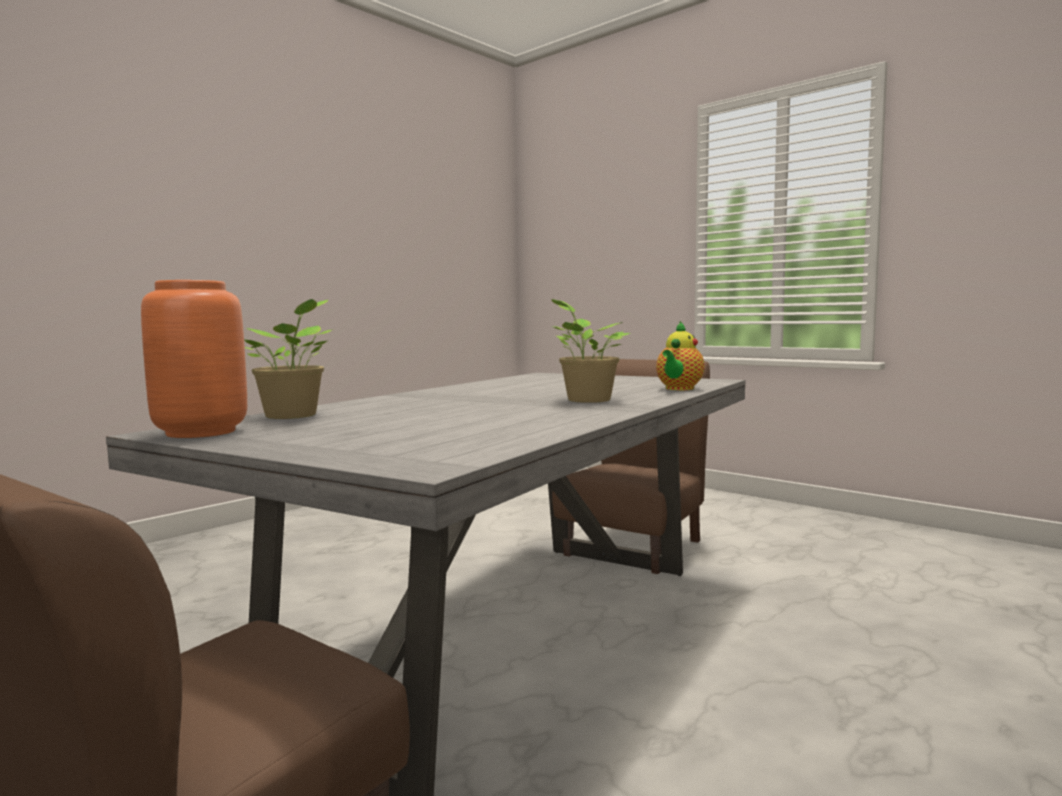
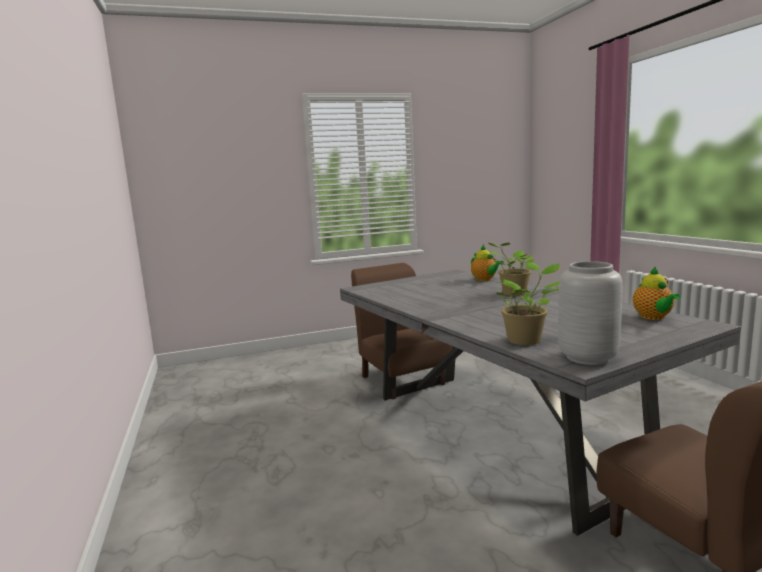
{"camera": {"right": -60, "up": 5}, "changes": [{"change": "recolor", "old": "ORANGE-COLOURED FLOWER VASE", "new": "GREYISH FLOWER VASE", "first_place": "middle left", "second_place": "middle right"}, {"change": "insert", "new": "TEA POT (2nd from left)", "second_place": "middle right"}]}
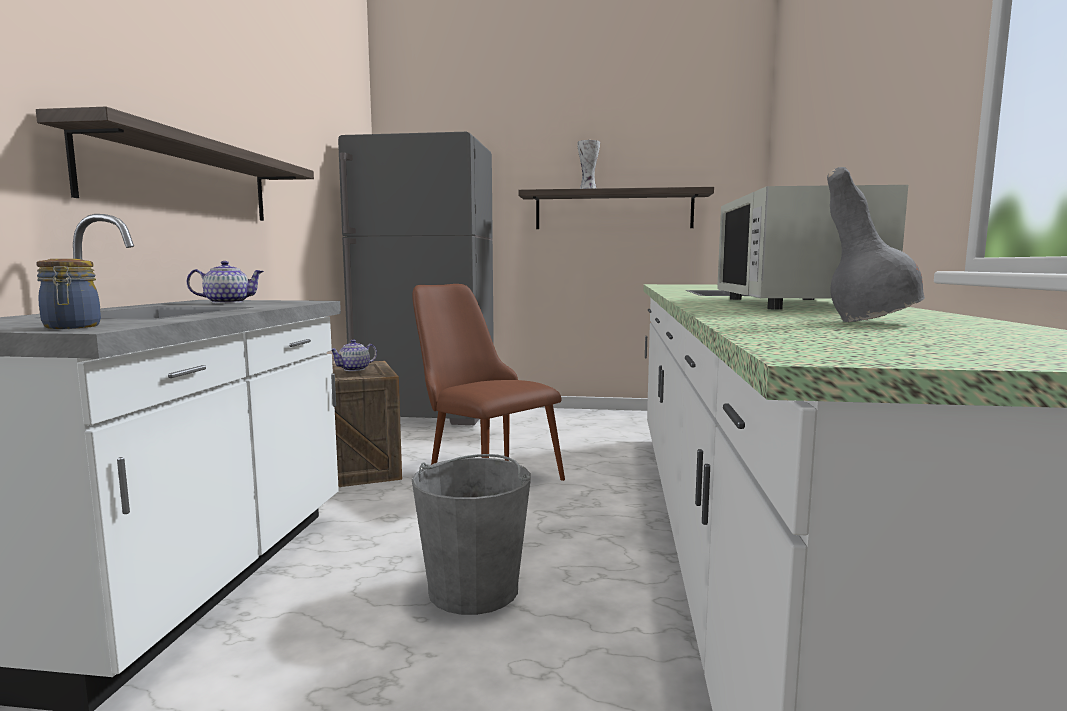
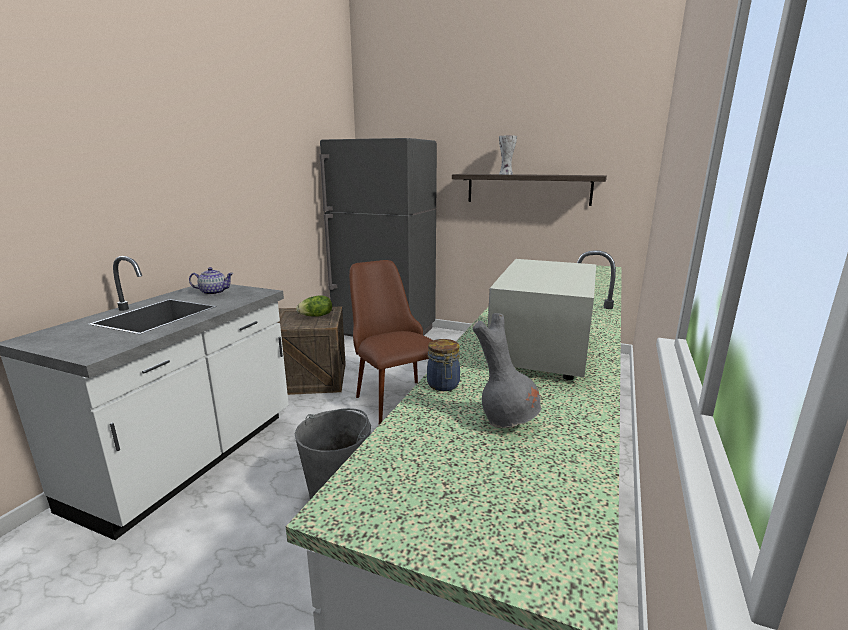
{"camera": {"right": 15, "up": 10}, "changes": [{"change": "replace", "old": "TEA POT (2nd from left)", "new": "LETTUCE", "first_place": "middle left", "second_place": "centre"}, {"change": "move", "old": "JAR", "first_place": "middle left", "second_place": "centre"}, {"change": "delete", "old": "BRACKET SHELF (1st from left)", "first_place": "top left"}]}
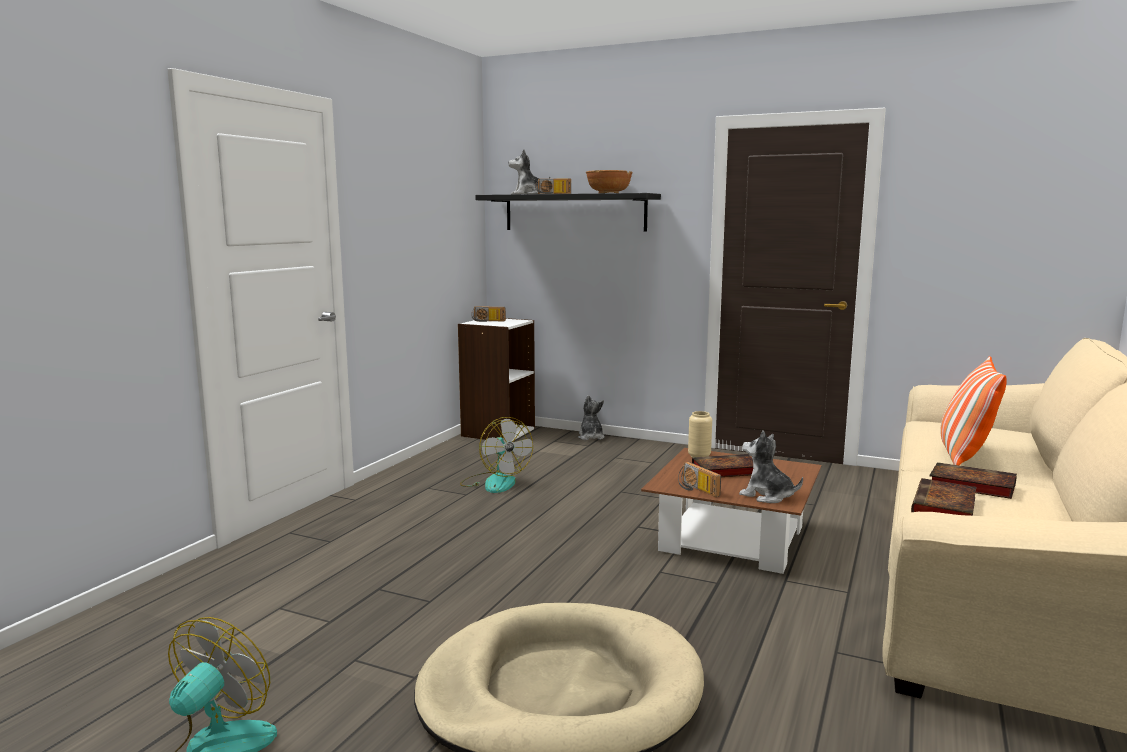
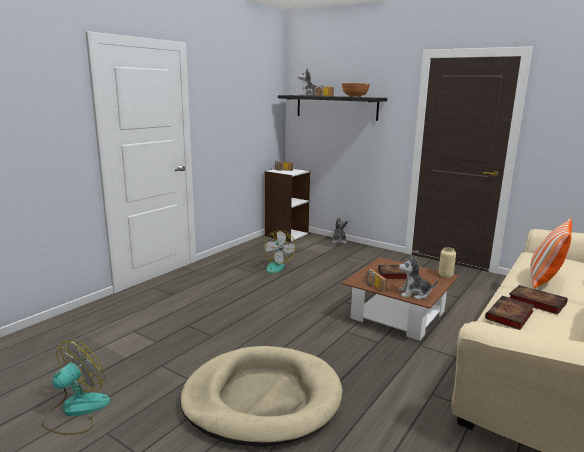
{"camera": {"right": 10, "up": 5}, "changes": [{"change": "rotate", "old": "PLUSH TOY (3rd from left)", "first_place": "middle right", "second_place": "middle right", "degrees": -45}, {"change": "move", "old": "SAND-COLOURED FLOWER VASE", "first_place": "centre", "second_place": "middle right"}]}
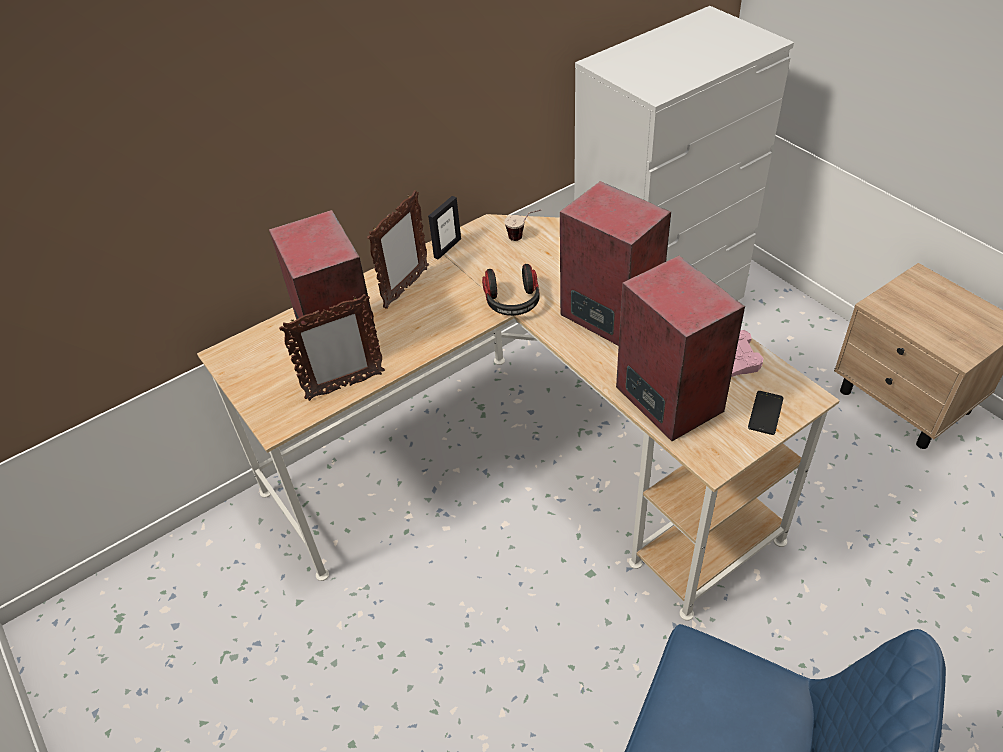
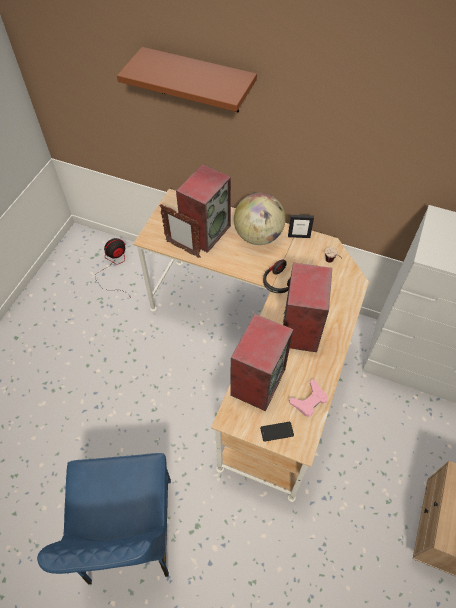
{"camera": {"right": 55, "up": 10}, "changes": [{"change": "insert", "new": "FAN", "second_place": "middle left"}, {"change": "insert", "new": "BROWN BRACKET SHELF", "second_place": "top centre"}, {"change": "replace", "old": "PHOTO FRAME (2nd from left)", "new": "WORLD GLOBE", "first_place": "top centre", "second_place": "centre"}]}
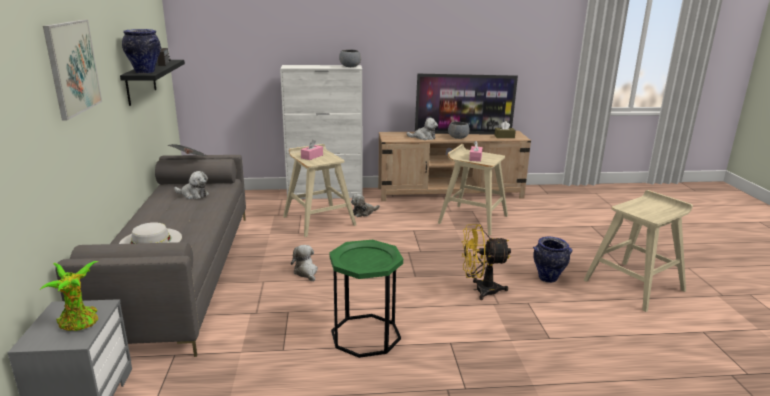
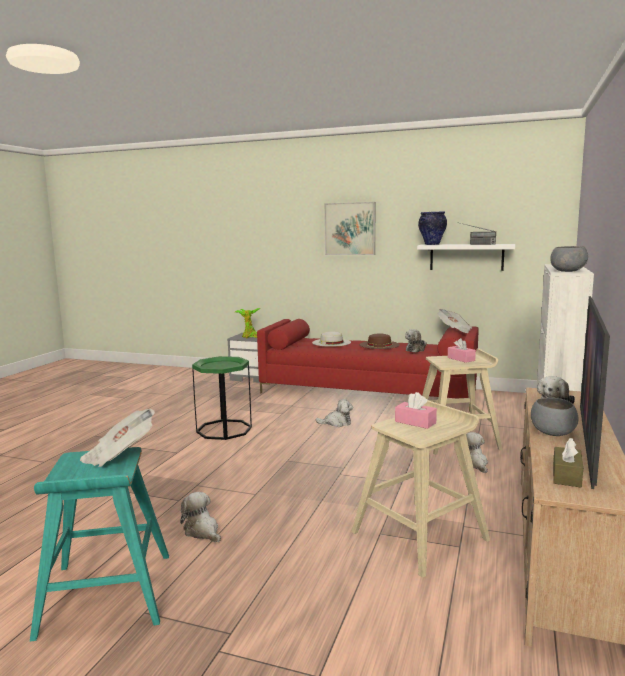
{"camera": {"right": 115, "up": -10}, "changes": [{"change": "recolor", "old": "SAND-COLOURED STOOL (3rd from left)", "new": "TURQUOISE STOOL", "first_place": "middle right", "second_place": "bottom left"}, {"change": "insert", "new": "DAILY PAPER (1st from left)", "second_place": "middle left"}, {"change": "replace", "old": "FLOWER VASE (2nd from left)", "new": "PLUSH TOY (1st from left)", "first_place": "middle right", "second_place": "bottom left"}, {"change": "recolor", "old": "GREYISH SETTEE", "new": "RED SETTEE", "first_place": "middle left", "second_place": "centre"}, {"change": "insert", "new": "BROWN CLOTHING HAT", "second_place": "centre"}, {"change": "recolor", "old": "BLACK-COLOURED BRACKET SHELF", "new": "WHITISH BRACKET SHELF", "first_place": "top left", "second_place": "middle right"}, {"change": "delete", "old": "YELLOWISH FAN", "first_place": "centre"}]}
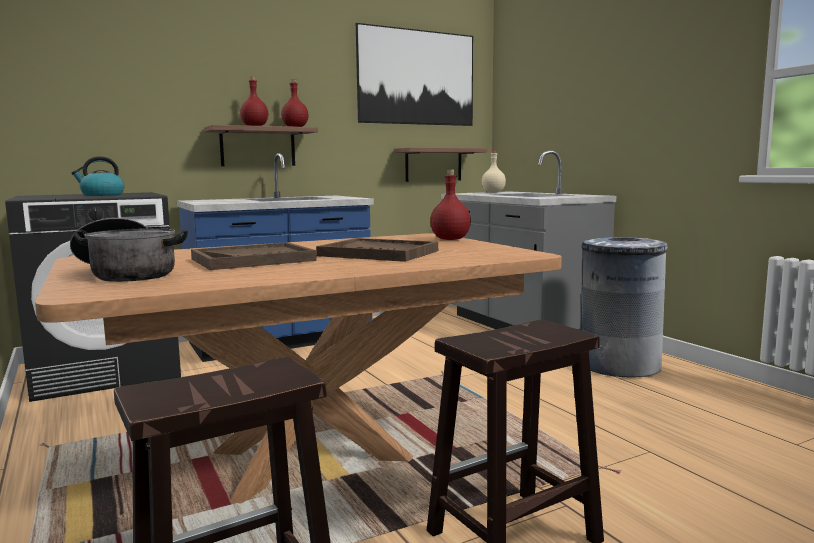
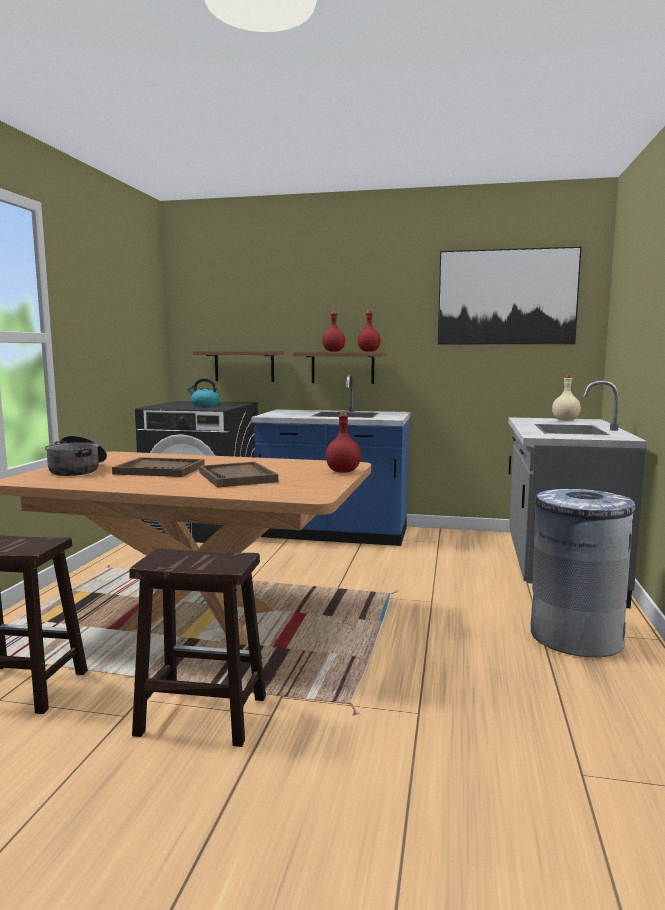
{"camera": {"right": 40, "up": 0}, "changes": [{"change": "move", "old": "BRACKET SHELF (2nd from left in the first image)", "new": "BRACKET SHELF (1st from left)", "first_place": "top centre", "second_place": "centre"}]}
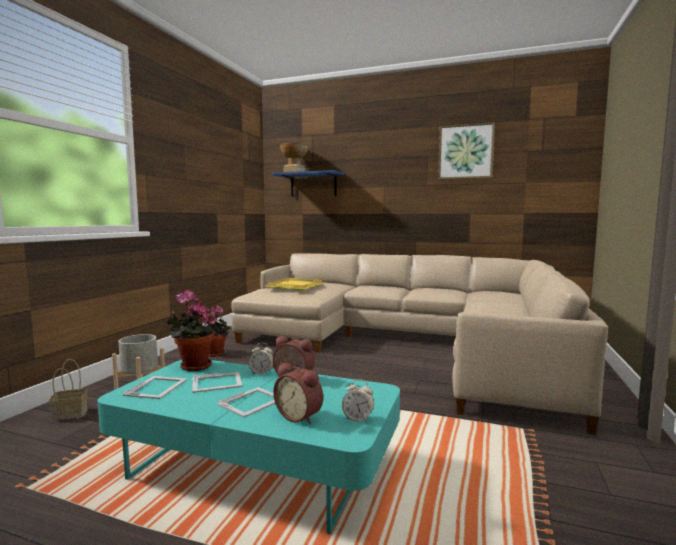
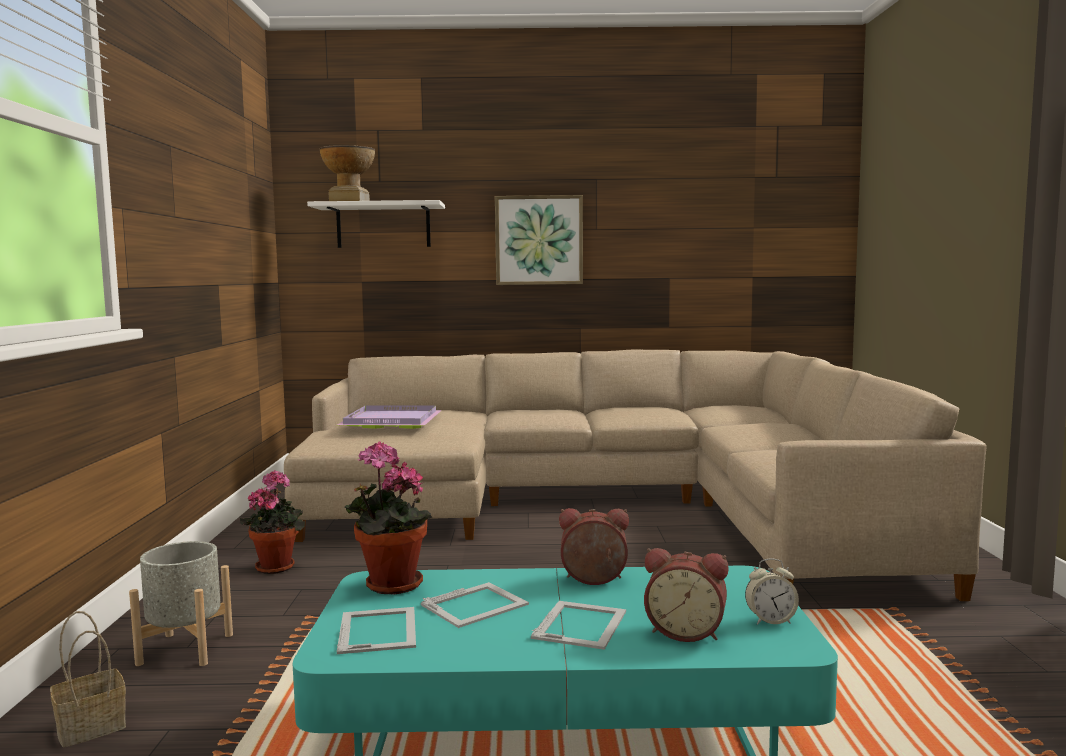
{"camera": {"right": -20, "up": 0}, "changes": [{"change": "recolor", "old": "BLUE-COLOURED BRACKET SHELF", "new": "WHITISH BRACKET SHELF", "first_place": "centre", "second_place": "top centre"}, {"change": "recolor", "old": "YELLOWISH CARRYING TRAY", "new": "PURPLISH CARRYING TRAY", "first_place": "centre", "second_place": "centre"}, {"change": "move", "old": "WALL ART", "first_place": "top right", "second_place": "top centre"}, {"change": "delete", "old": "TABLE CLOCK (1st from left)", "first_place": "centre"}]}
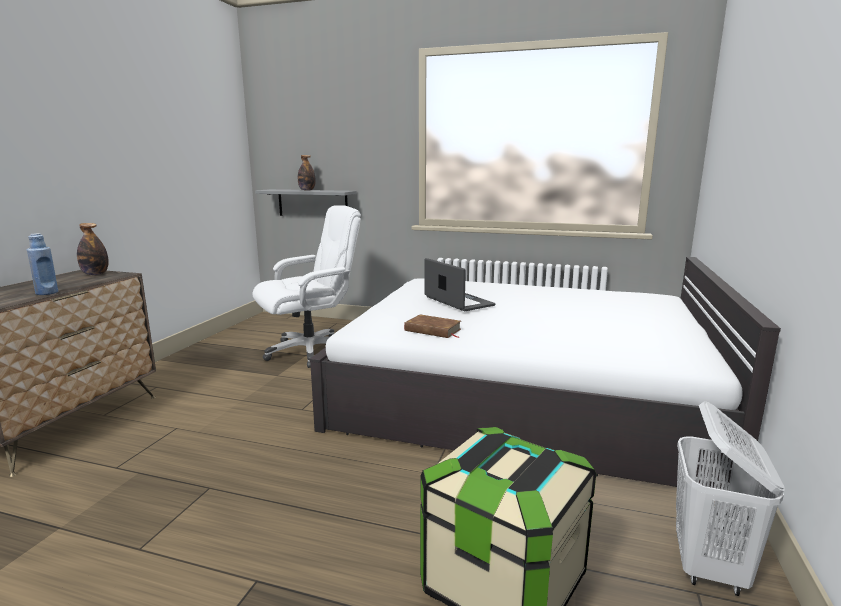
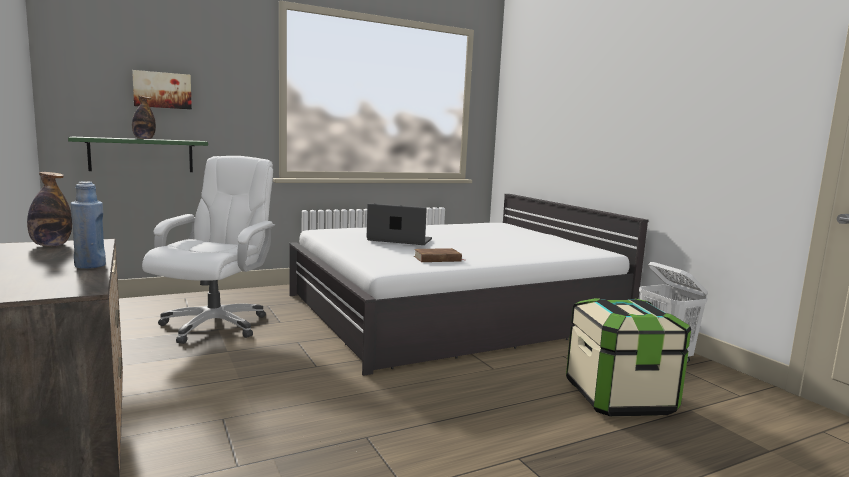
{"camera": {"right": -45, "up": -5}, "changes": [{"change": "recolor", "old": "GREYISH BRACKET SHELF", "new": "GREEN BRACKET SHELF", "first_place": "centre", "second_place": "top left"}, {"change": "insert", "new": "WALL ART", "second_place": "top left"}]}
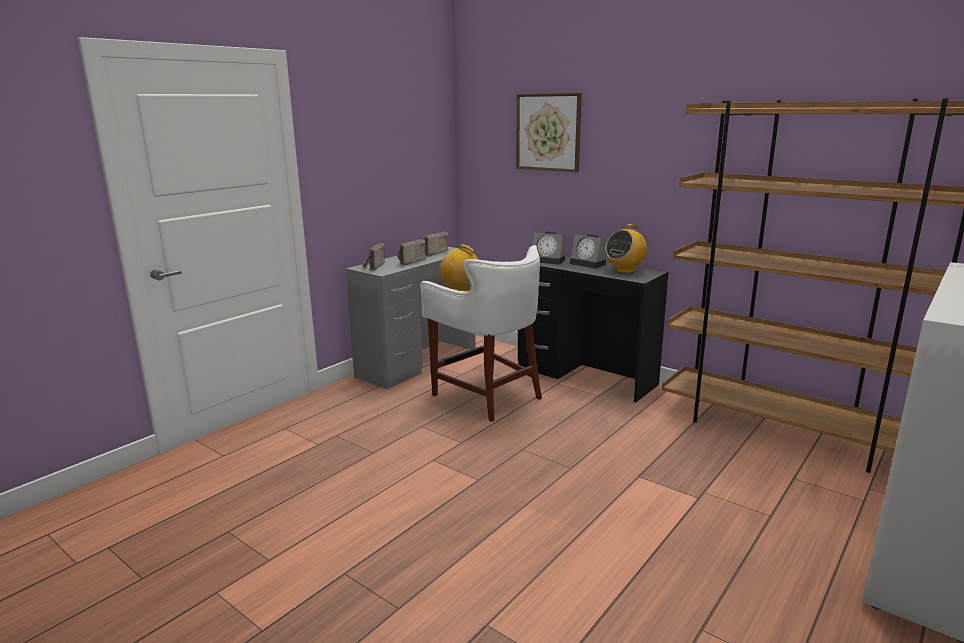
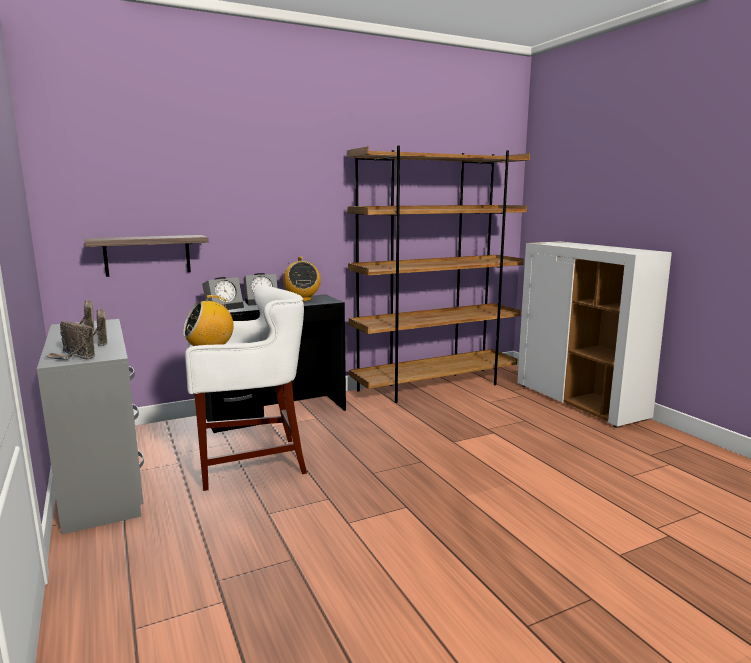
{"camera": {"right": -65, "up": -5}, "changes": [{"change": "insert", "new": "BRACKET SHELF", "second_place": "middle left"}, {"change": "delete", "old": "WALL ART", "first_place": "top centre"}]}
